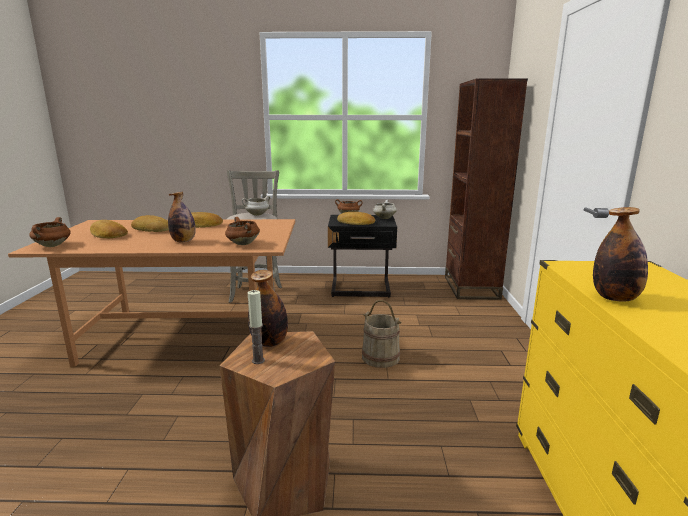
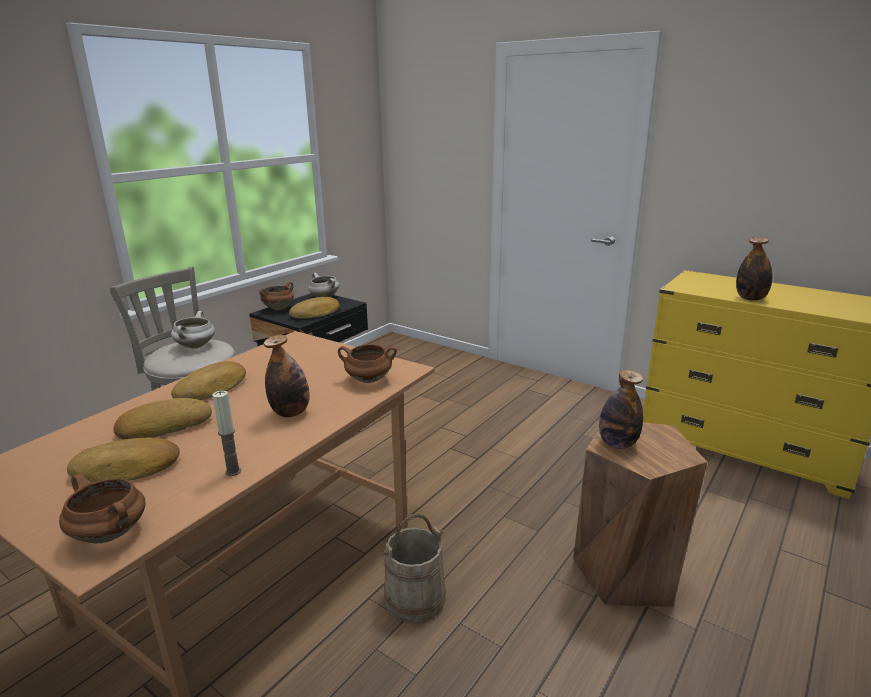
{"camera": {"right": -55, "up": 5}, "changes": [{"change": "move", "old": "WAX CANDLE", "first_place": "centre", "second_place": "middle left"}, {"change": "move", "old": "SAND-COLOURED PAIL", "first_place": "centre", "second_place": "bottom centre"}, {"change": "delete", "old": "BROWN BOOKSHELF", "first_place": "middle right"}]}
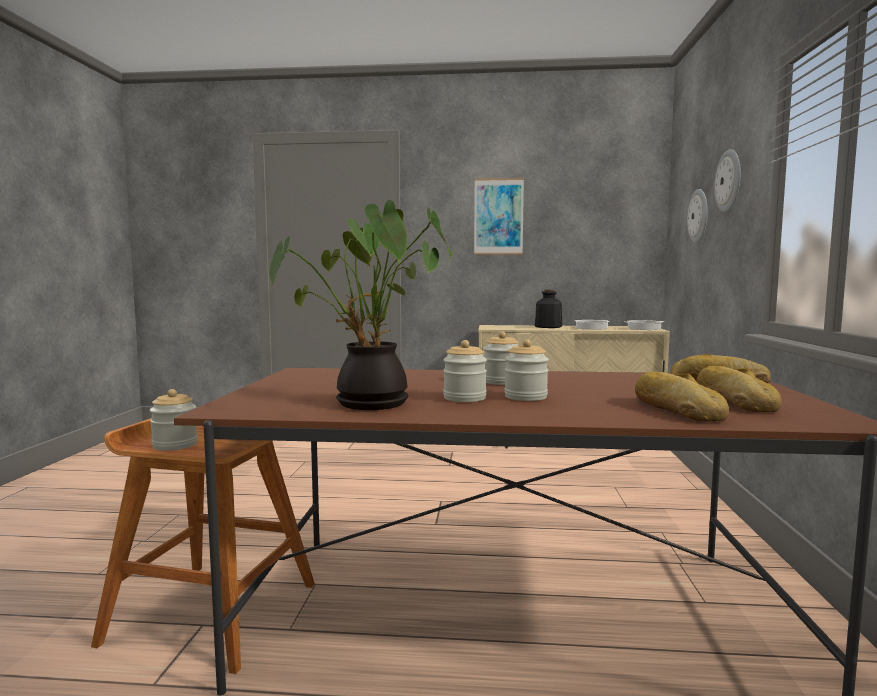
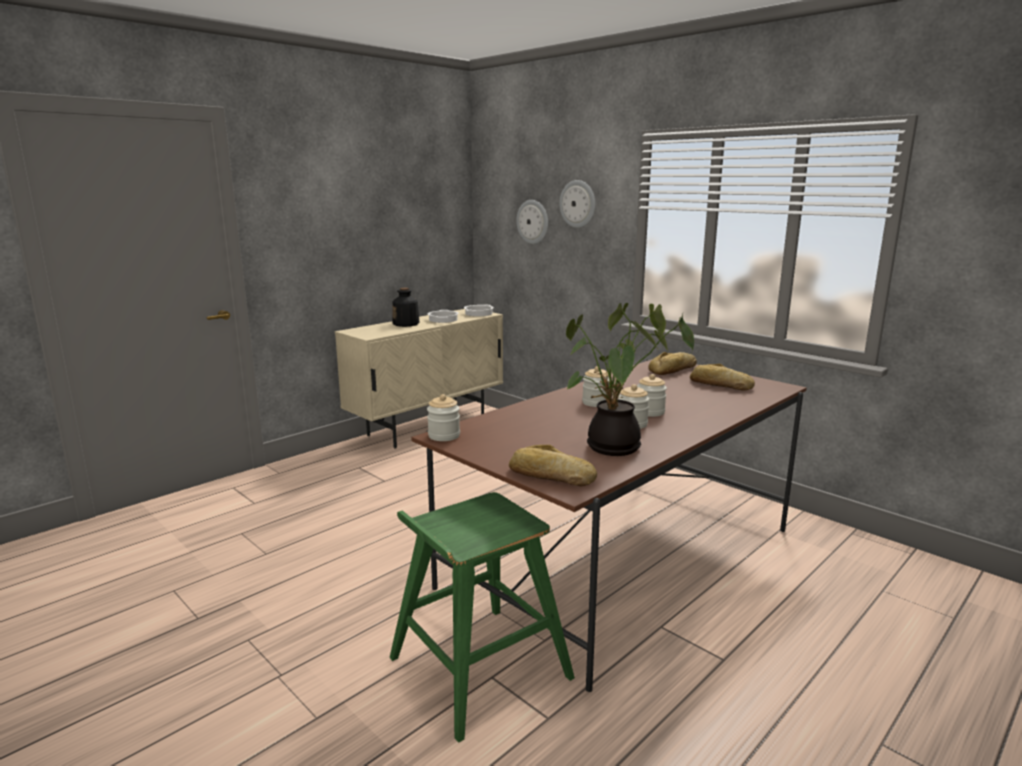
{"camera": {"right": -50, "up": 10}, "changes": [{"change": "recolor", "old": "BROWN STOOL", "new": "GREEN STOOL", "first_place": "bottom left", "second_place": "bottom centre"}, {"change": "move", "old": "JAR (1st from left)", "first_place": "middle left", "second_place": "centre"}, {"change": "move", "old": "BAKED BREAD (1st from left)", "first_place": "middle right", "second_place": "centre"}, {"change": "delete", "old": "WALL ART", "first_place": "top centre"}]}
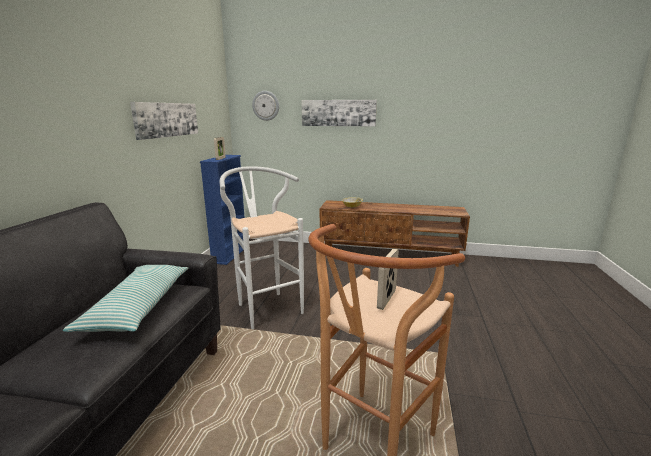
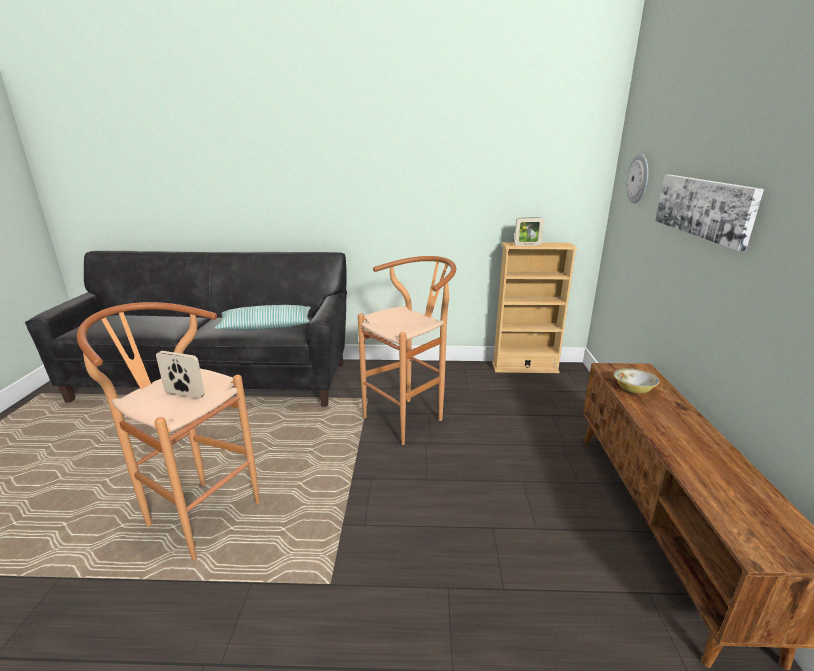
{"camera": {"right": 80, "up": 5}, "changes": [{"change": "recolor", "old": "WHITISH STOOL", "new": "BROWN STOOL (2nd from left)", "first_place": "centre", "second_place": "centre"}, {"change": "recolor", "old": "BLUE-COLOURED BOOKSHELF", "new": "SAND-COLOURED BOOKSHELF", "first_place": "centre", "second_place": "centre"}, {"change": "delete", "old": "WALL ART (1st from left)", "first_place": "top left"}]}
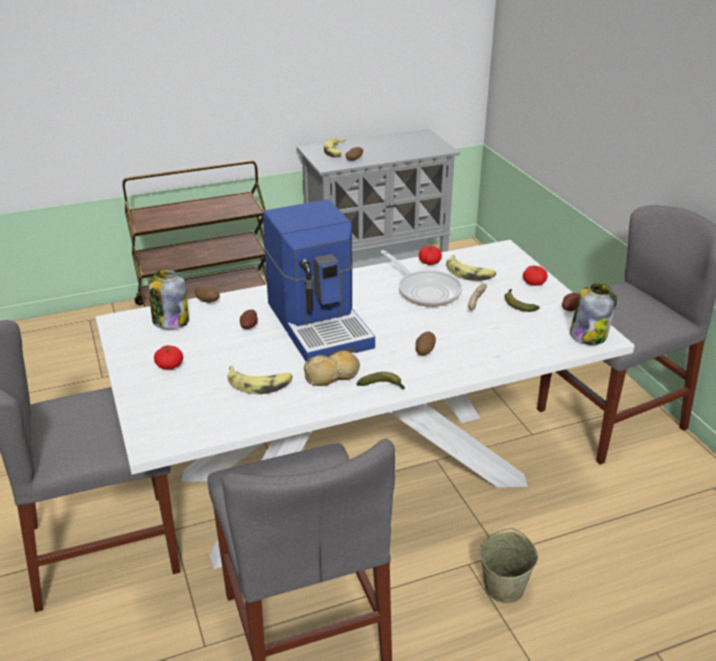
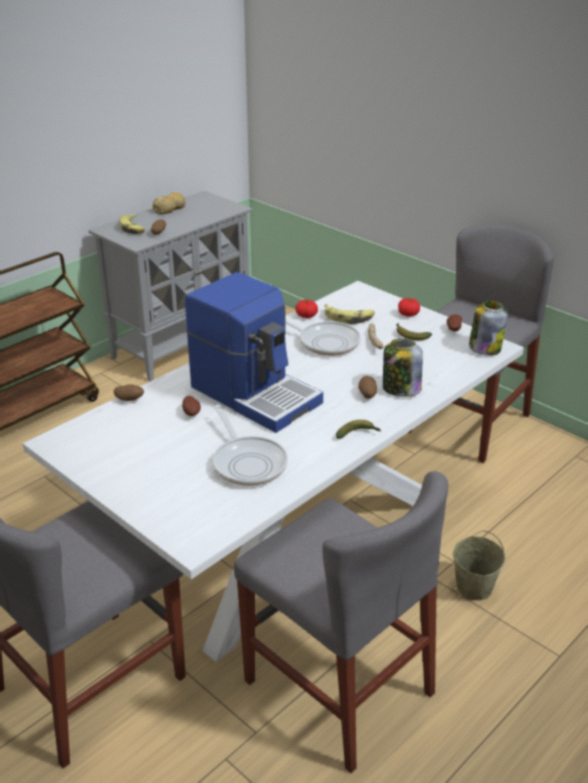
{"camera": {"right": -25, "up": 0}, "changes": [{"change": "move", "old": "BAKED BREAD (1st from left)", "first_place": "centre", "second_place": "top left"}, {"change": "replace", "old": "BANANA FRUIT (1st from left)", "new": "FRYING PAN (1st from left)", "first_place": "centre", "second_place": "centre"}, {"change": "move", "old": "JAR (1st from left)", "first_place": "middle left", "second_place": "middle right"}, {"change": "delete", "old": "WHOLE TOMATO (1st from left)", "first_place": "middle left"}]}
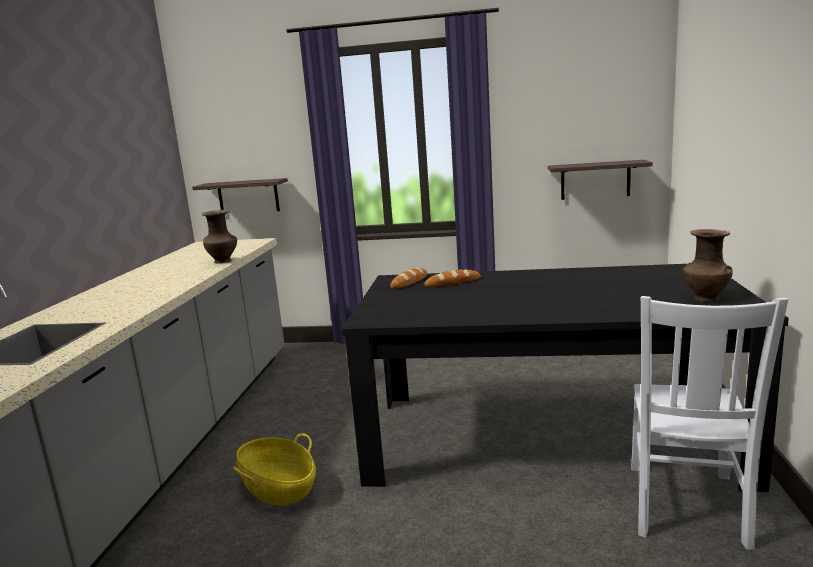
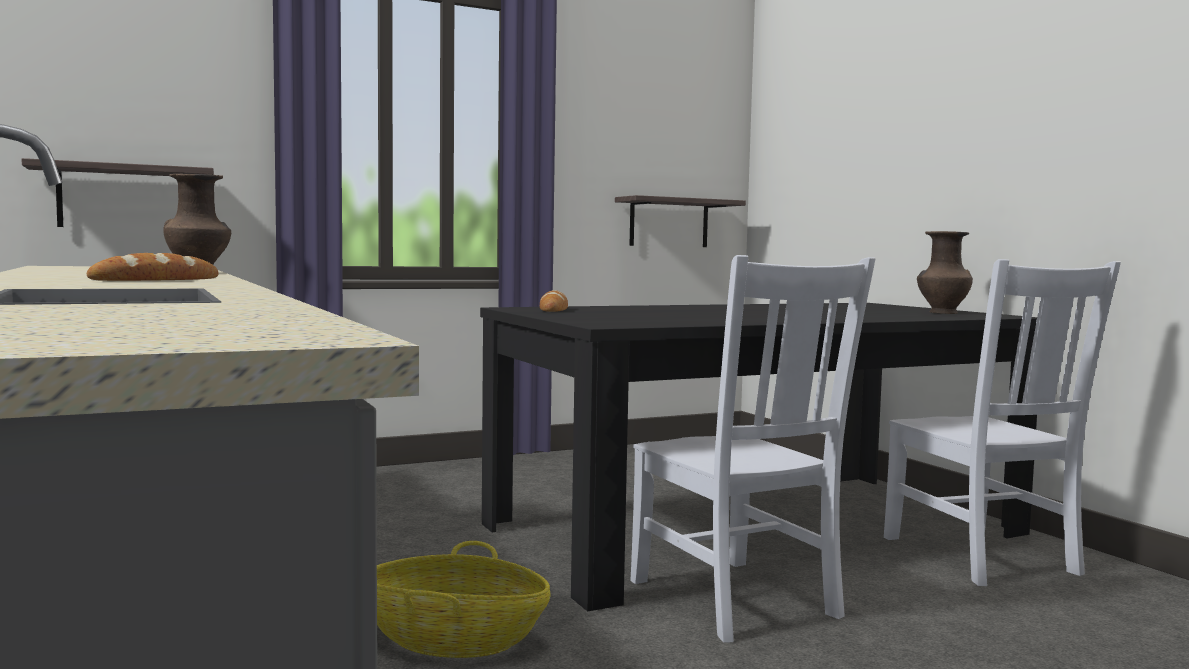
{"camera": {"right": -35, "up": -10}, "changes": [{"change": "move", "old": "BAKED BREAD (2nd from left in the first image)", "new": "BAKED BREAD (1st from left)", "first_place": "centre", "second_place": "middle left"}, {"change": "insert", "new": "WHITISH UPRIGHT CHAIR (1st from left)", "second_place": "bottom centre"}]}
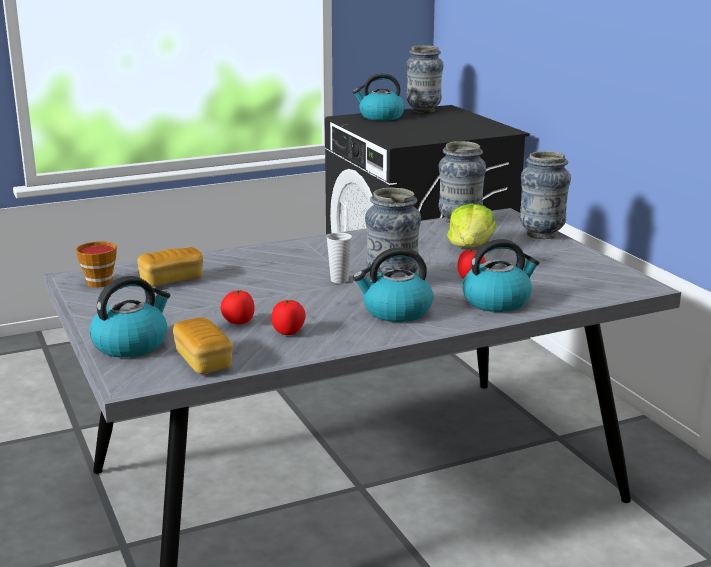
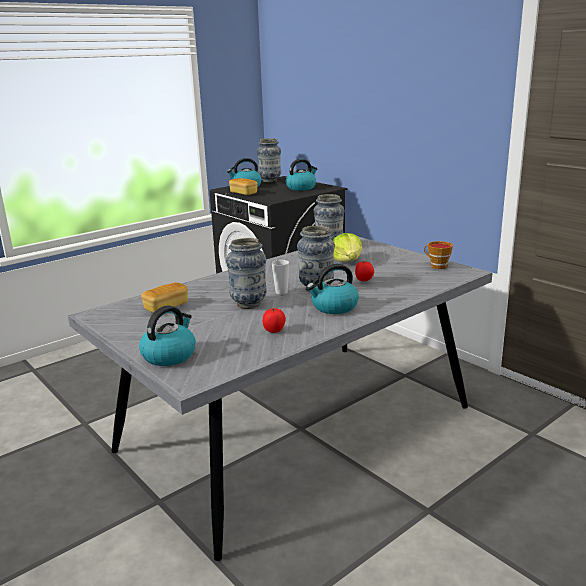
{"camera": {"right": -15, "up": 0}, "changes": [{"change": "move", "old": "FLOWER VASE (4th from left in the first image)", "new": "FLOWER VASE (1st from left)", "first_place": "middle right", "second_place": "centre"}, {"change": "move", "old": "BAKED BREAD (2nd from left)", "first_place": "middle left", "second_place": "top centre"}, {"change": "move", "old": "WATER KETTLE (4th from left in the first image)", "new": "WATER KETTLE (3rd from left)", "first_place": "middle right", "second_place": "top centre"}, {"change": "move", "old": "SMALL CUP (1st from left in the first image)", "new": "SMALL CUP (2nd from left)", "first_place": "middle left", "second_place": "middle right"}, {"change": "delete", "old": "WHOLE TOMATO (1st from left)", "first_place": "centre"}]}
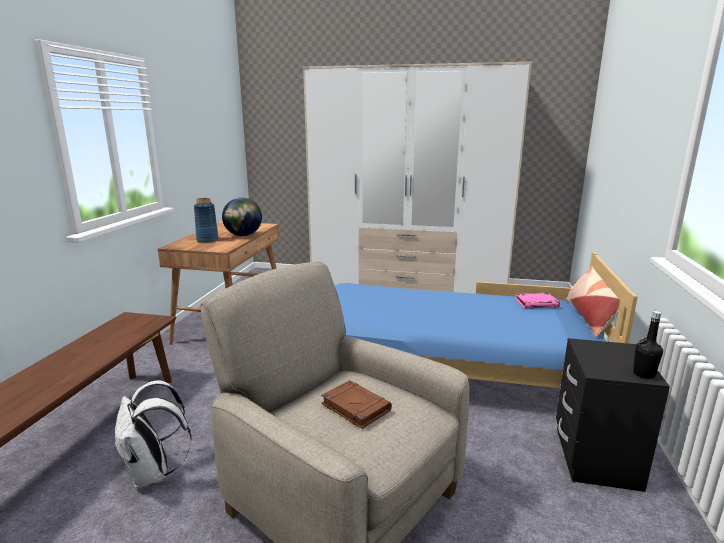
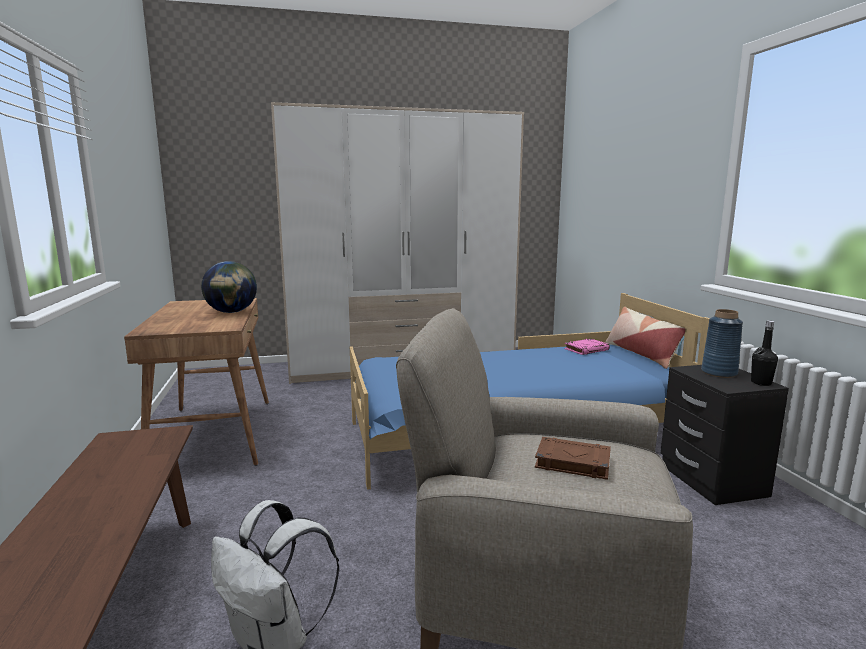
{"camera": {"right": -25, "up": -5}, "changes": [{"change": "move", "old": "BLUE-COLOURED FLOWER VASE", "first_place": "middle left", "second_place": "middle right"}]}
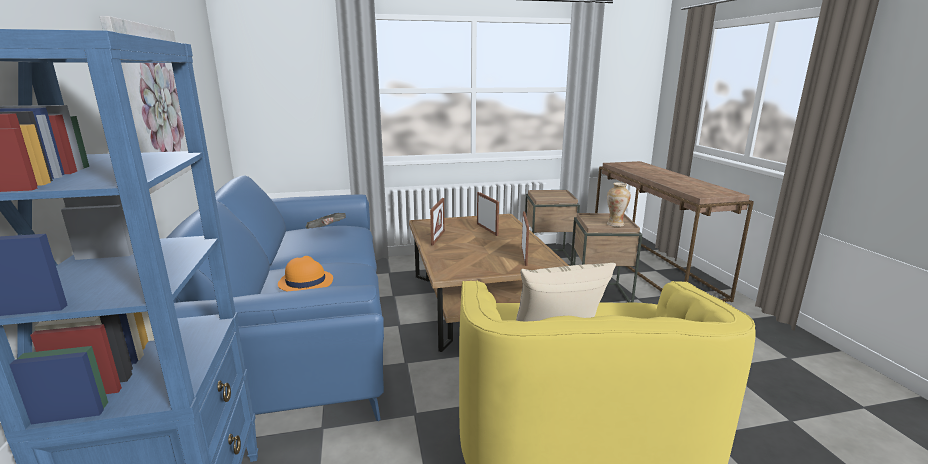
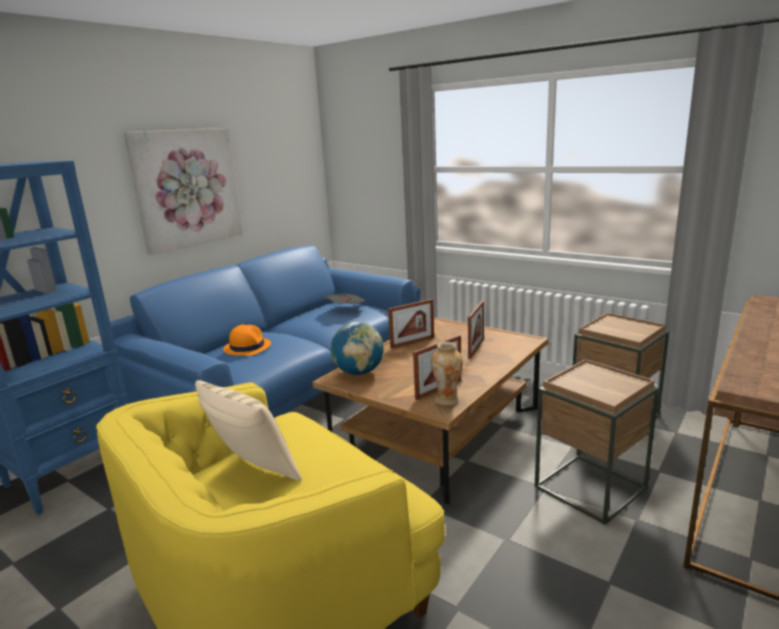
{"camera": {"right": 50, "up": 0}, "changes": [{"change": "insert", "new": "WORLD GLOBE", "second_place": "centre"}, {"change": "move", "old": "FLOWER VASE", "first_place": "middle right", "second_place": "centre"}]}
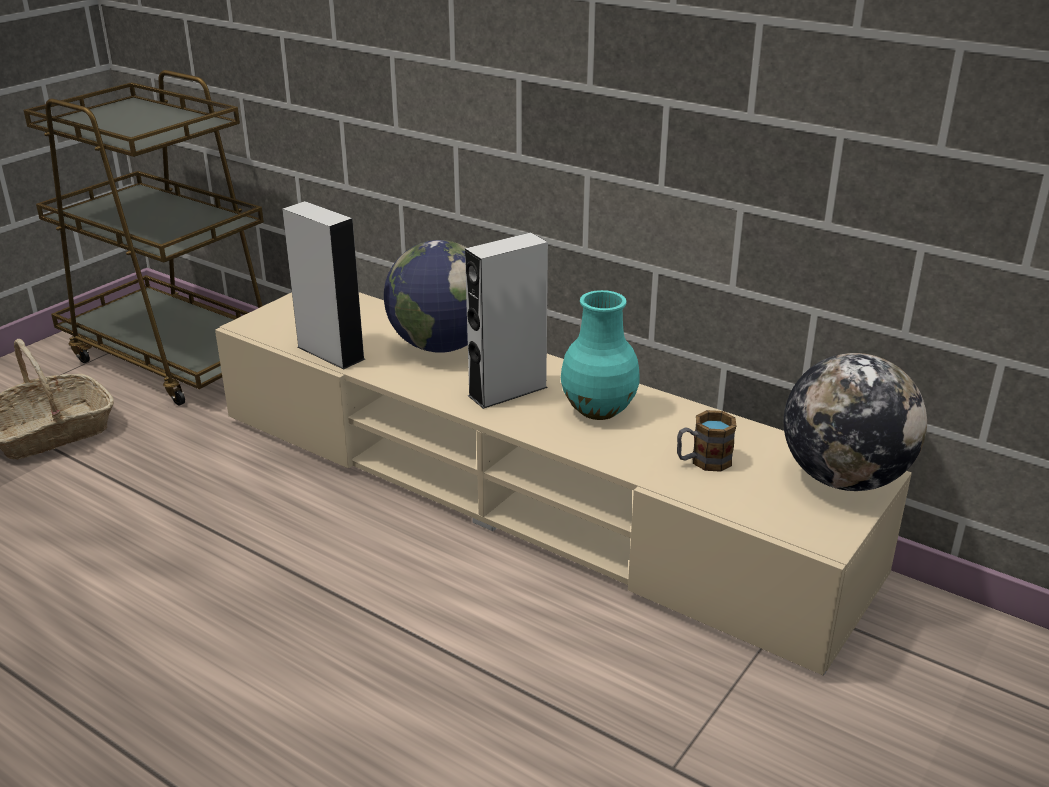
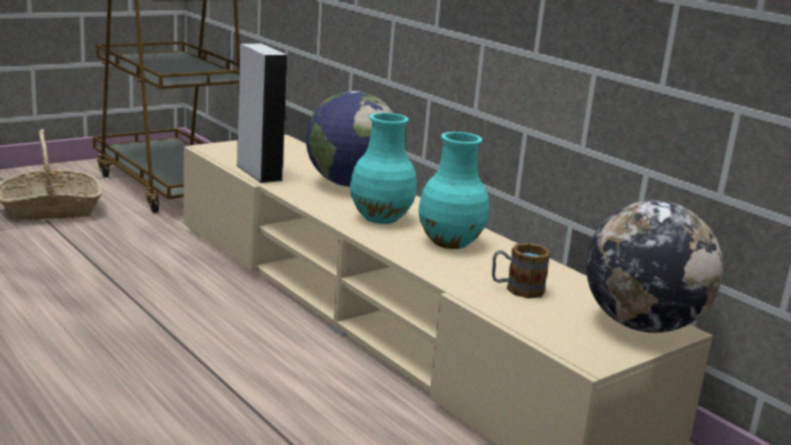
{"camera": {"right": 15, "up": -10}, "changes": [{"change": "replace", "old": "GREYISH LOUDSPEAKER (2nd from left)", "new": "TURQUOISE FLOWER VASE (1st from left)", "first_place": "centre", "second_place": "centre"}]}
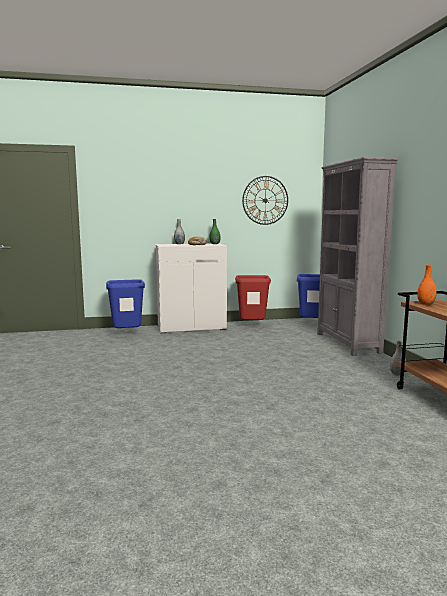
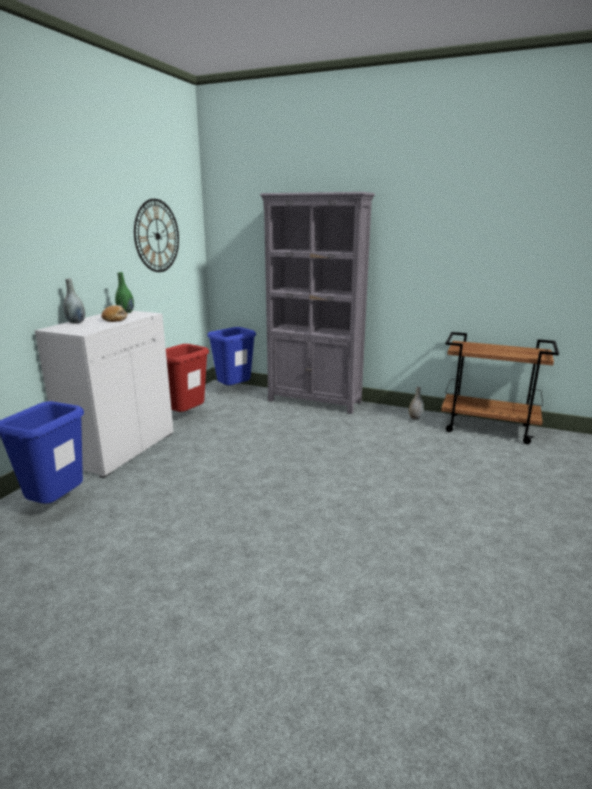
{"camera": {"right": -55, "up": 10}, "changes": [{"change": "delete", "old": "ORANGE-COLOURED FLOWER VASE", "first_place": "middle right"}]}
